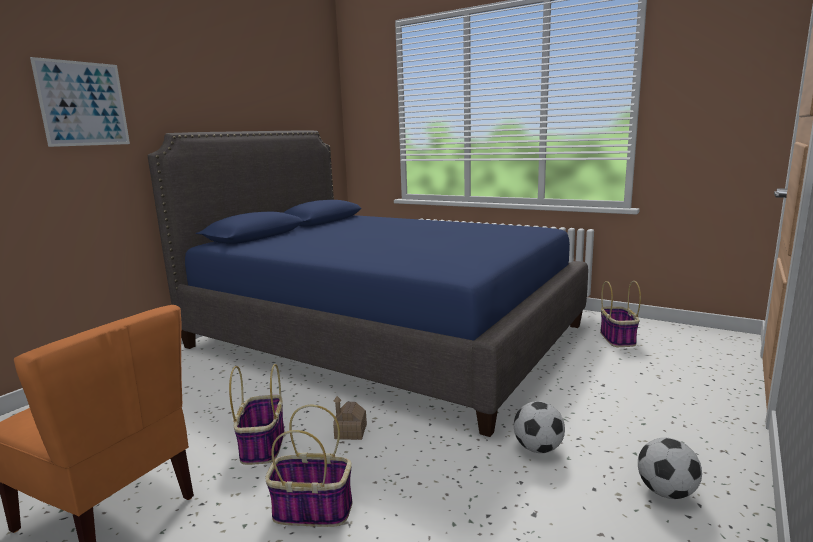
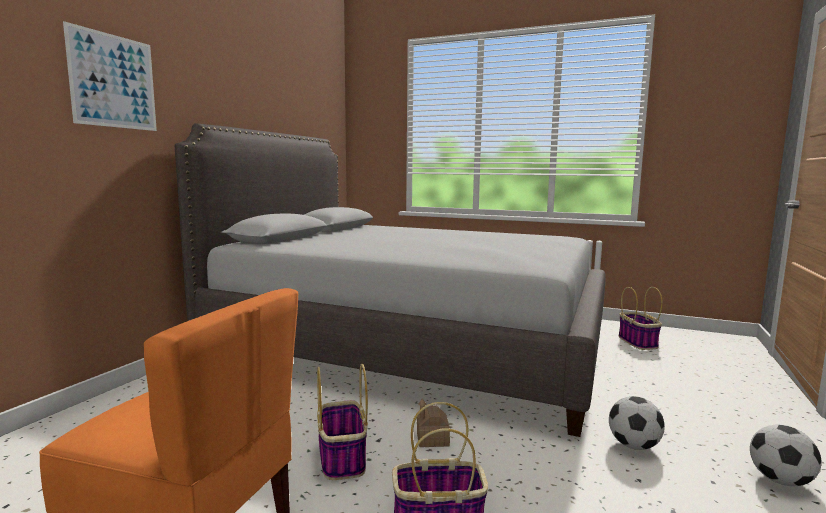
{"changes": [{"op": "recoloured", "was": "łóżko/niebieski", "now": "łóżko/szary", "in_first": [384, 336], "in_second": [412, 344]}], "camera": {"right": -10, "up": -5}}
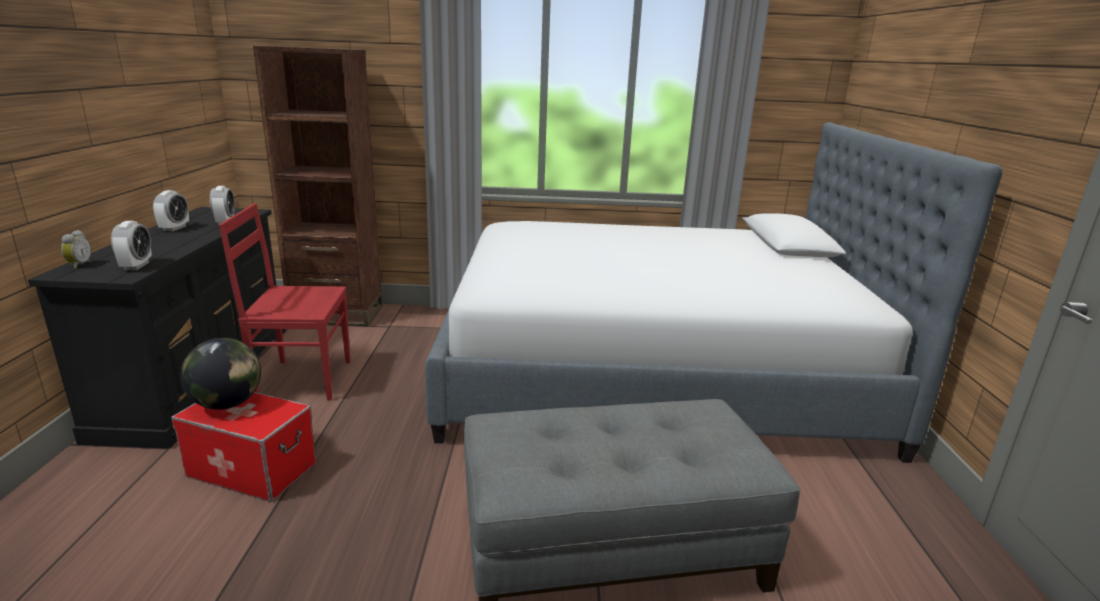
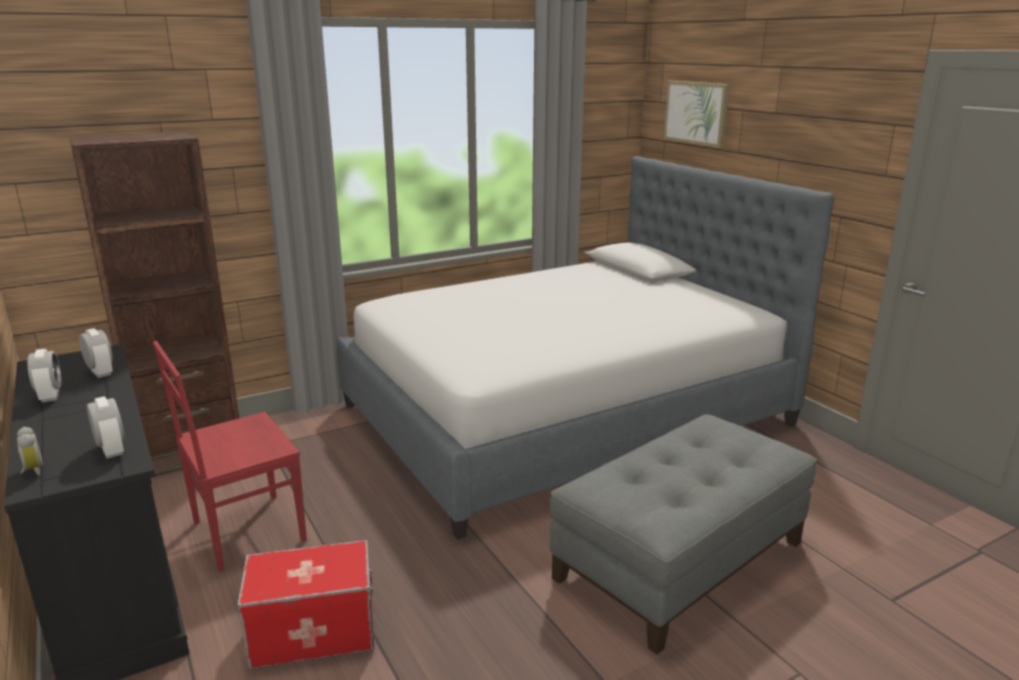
{"changes": [{"op": "removed", "was": "globus", "in_first": [227, 404]}, {"op": "added", "now": "obraz", "in_second": [696, 113]}], "camera": {"right": -30, "up": 0}}
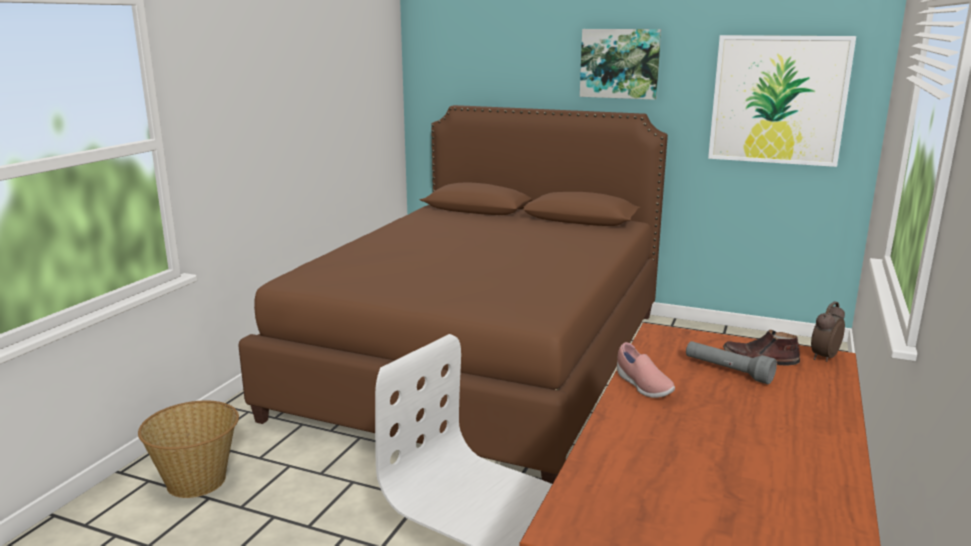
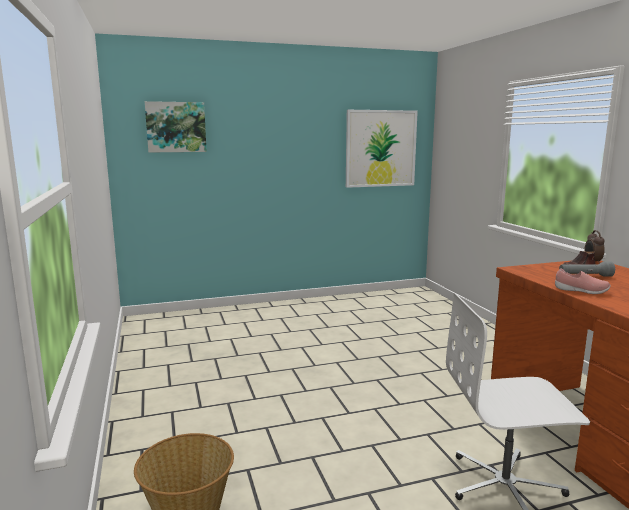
{"changes": [{"op": "removed", "was": "łóżko/brązowy", "in_first": [481, 361]}, {"op": "moved", "was": "obraz", "in_first": [619, 63], "in_second": [176, 127]}], "camera": {"right": -40, "up": -5}}
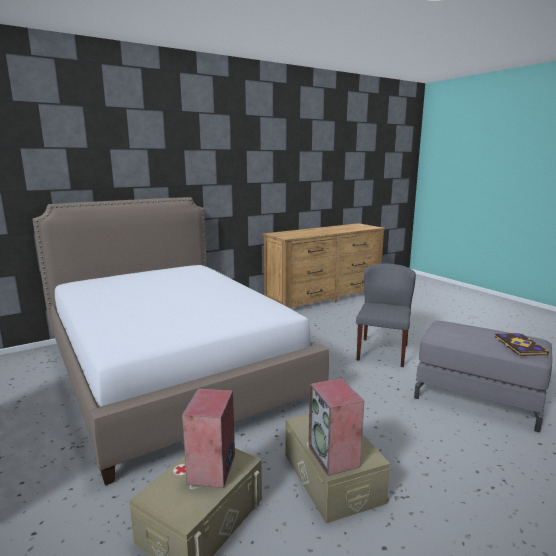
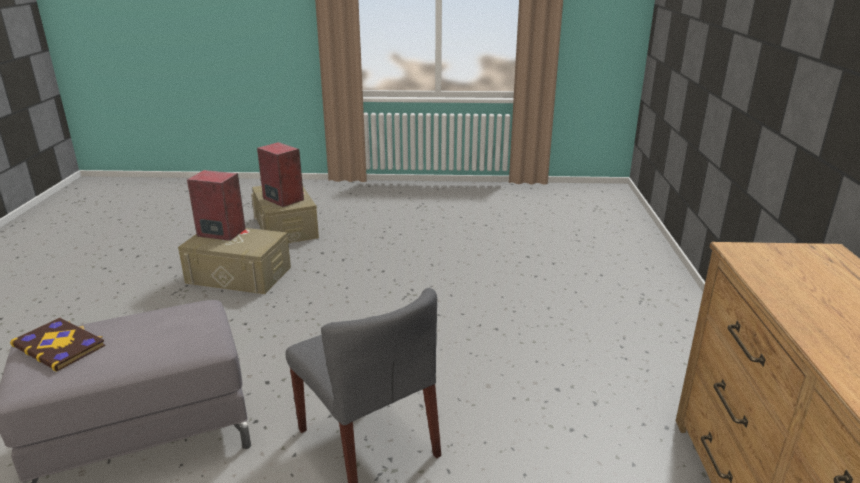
{"changes": [{"op": "removed", "was": "łóżko", "in_first": [172, 371]}], "camera": {"right": 125, "up": 10}}
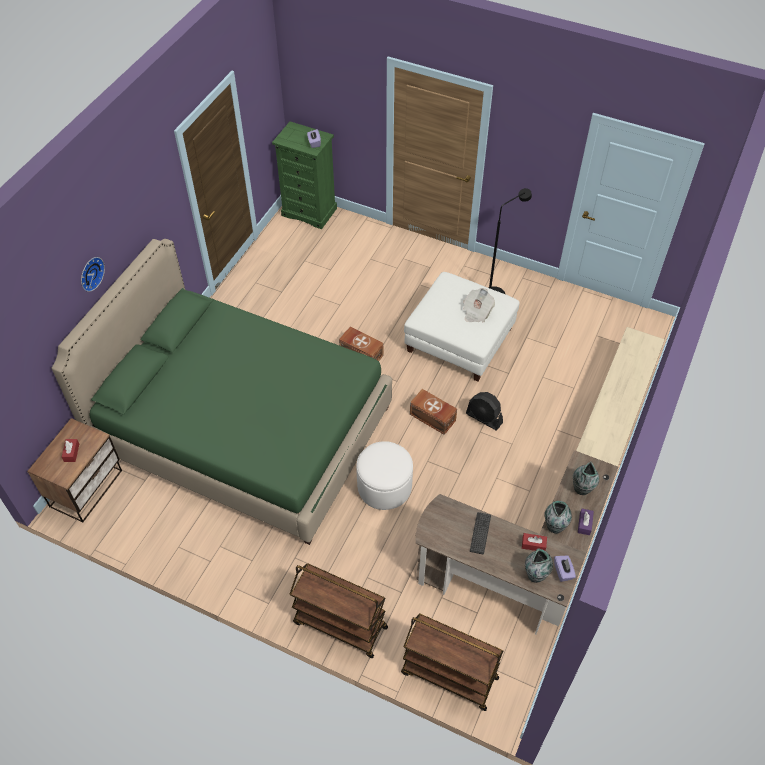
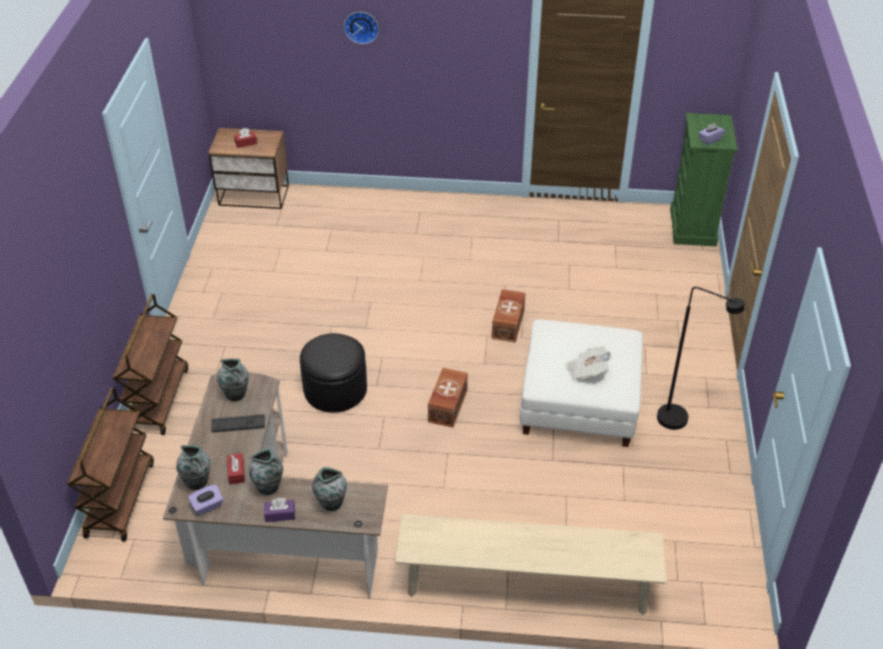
{"changes": [{"op": "removed", "was": "łóżko/zielony", "in_first": [243, 429]}, {"op": "recoloured", "was": "pufa/biały", "now": "pufa/czarny", "in_first": [384, 486], "in_second": [335, 389]}, {"op": "removed", "was": "wentylator/czarny", "in_first": [484, 418]}, {"op": "added", "now": "wazon", "in_second": [236, 394]}], "camera": {"right": 70, "up": -10}}
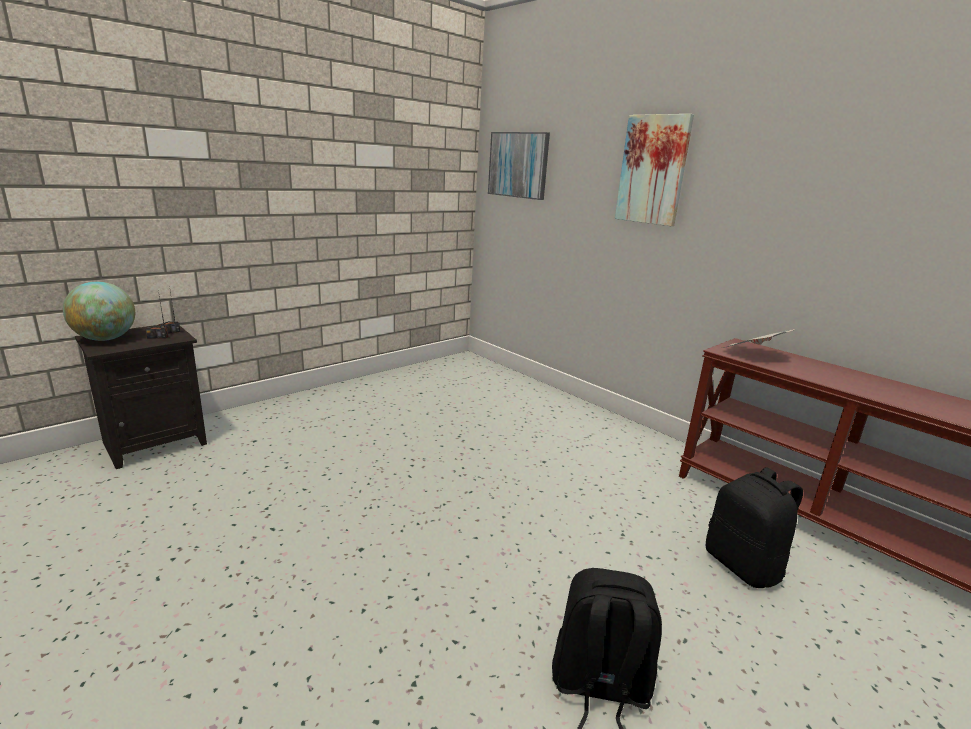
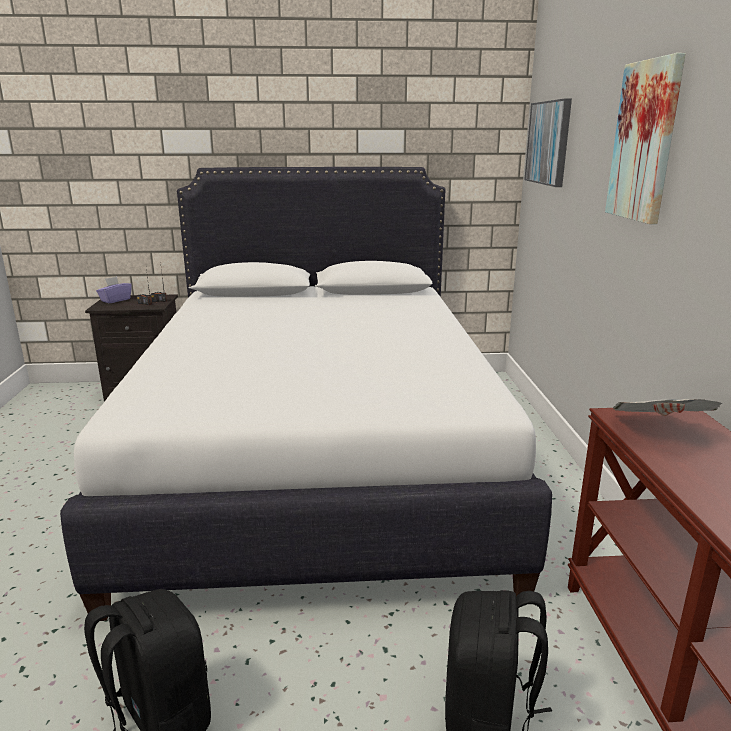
{"changes": [{"op": "replaced", "was": "globus", "now": "pudełko chusteczek/fioletowy", "in_first": [105, 339], "in_second": [115, 300]}, {"op": "added", "now": "łóżko/biały", "in_second": [316, 457]}], "camera": {"right": 40, "up": 0}}
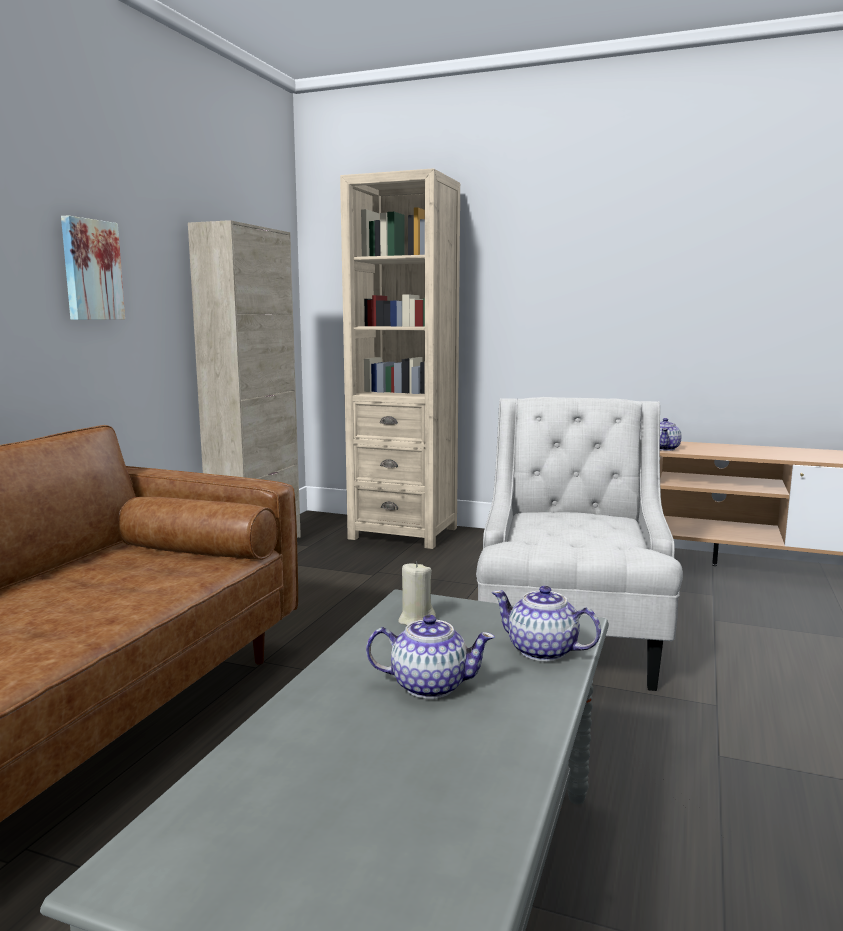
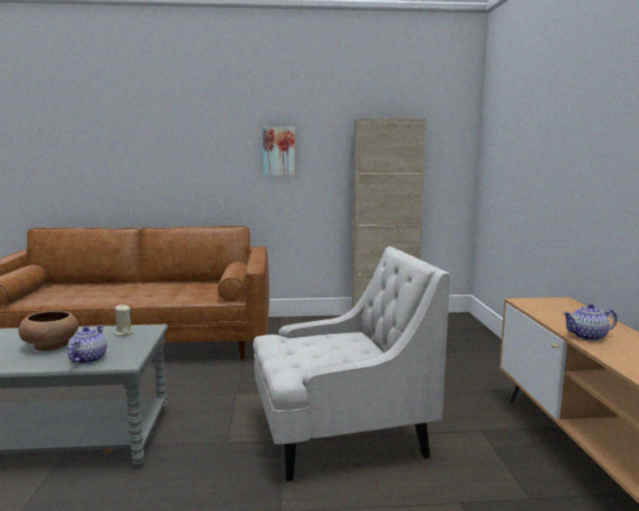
{"changes": [{"op": "removed", "was": "regał/beżowy", "in_first": [403, 533]}, {"op": "replaced", "was": "imbryk", "now": "miska/brązowy", "in_first": [428, 685], "in_second": [51, 345]}], "camera": {"right": 65, "up": 0}}
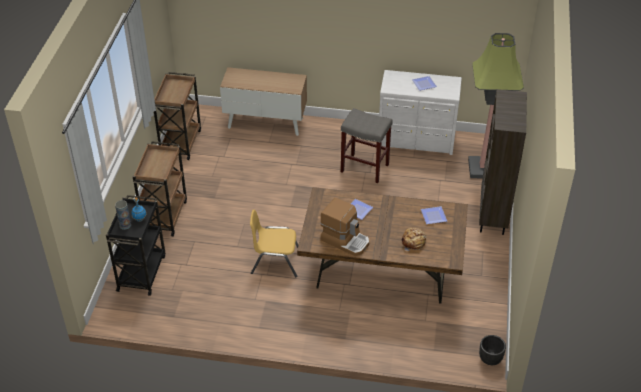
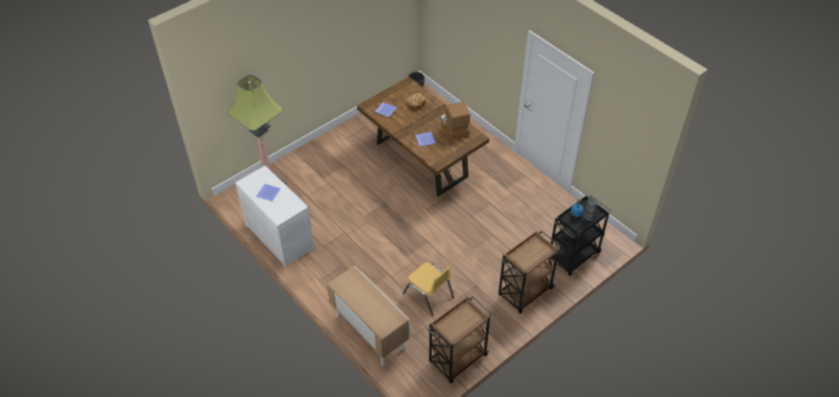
{"changes": [{"op": "moved", "was": "krzesło/żółty", "in_first": [275, 261], "in_second": [428, 295]}, {"op": "removed", "was": "stołek/szary", "in_first": [365, 168]}, {"op": "removed", "was": "regał/brązowy", "in_first": [493, 216]}], "camera": {"right": -140, "up": 5}}
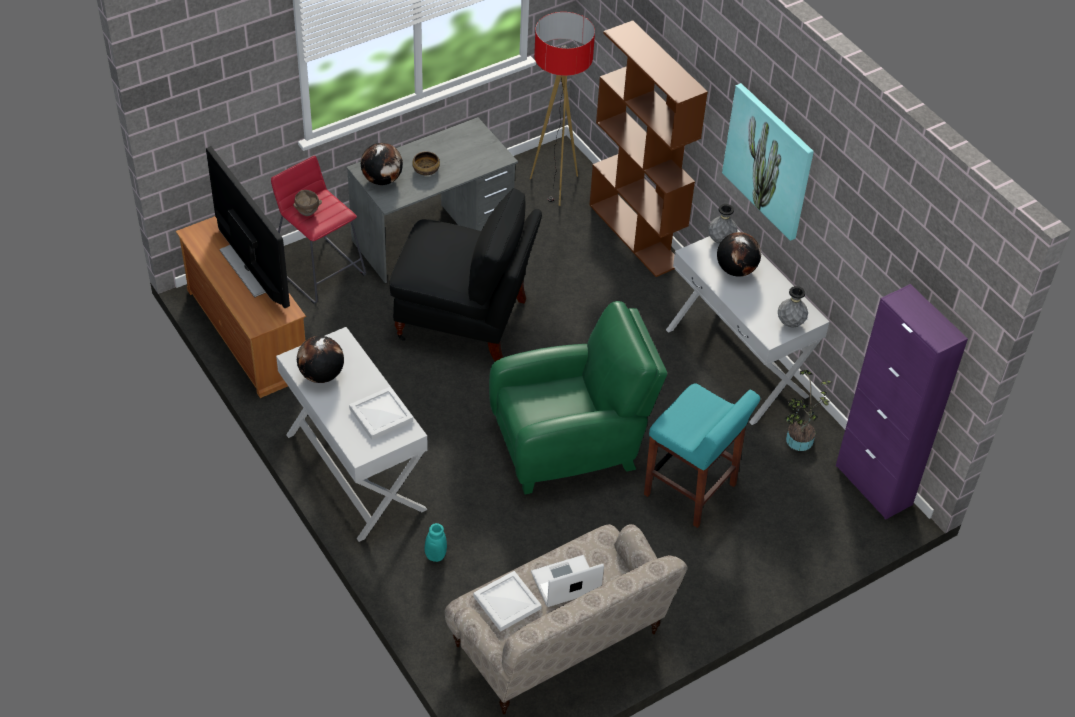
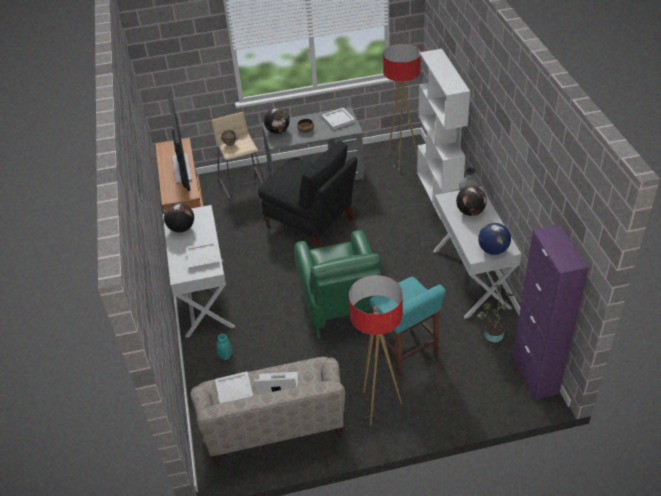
{"changes": [{"op": "recoloured", "was": "stołek/czerwony", "now": "stołek/beżowy", "in_first": [320, 270], "in_second": [243, 184]}, {"op": "turned", "was": "fotel/zielony", "in_first": [571, 444], "in_second": [341, 307], "clockwise": 75}, {"op": "recoloured", "was": "regał/brązowy", "now": "regał/biały", "in_first": [636, 235], "in_second": [438, 193]}, {"op": "removed", "was": "obraz", "in_first": [769, 161]}, {"op": "replaced", "was": "wazon/szary", "now": "globus", "in_first": [790, 323], "in_second": [493, 250]}, {"op": "added", "now": "taca/biały", "in_second": [338, 120]}, {"op": "added", "now": "lampa stojąca", "in_second": [378, 407]}], "camera": {"right": 25, "up": -5}}
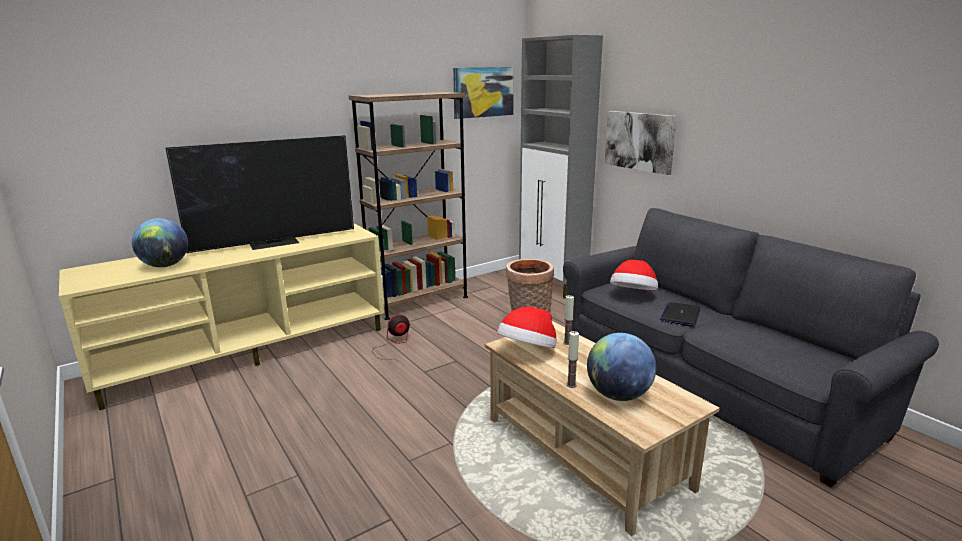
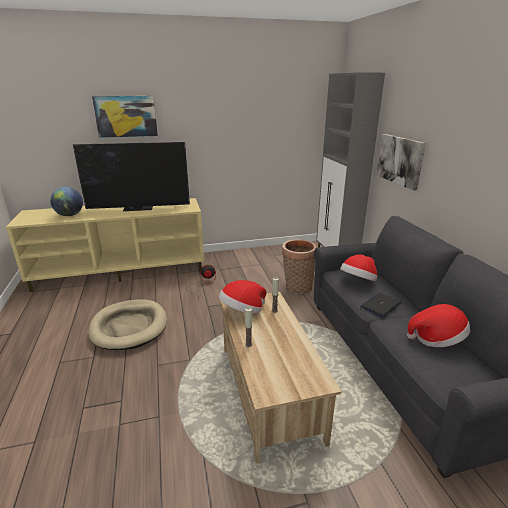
{"changes": [{"op": "removed", "was": "regał/brązowy", "in_first": [419, 301]}, {"op": "moved", "was": "obraz", "in_first": [483, 92], "in_second": [126, 116]}, {"op": "removed", "was": "globus", "in_first": [618, 395]}, {"op": "added", "now": "legowisko/beżowy", "in_second": [129, 327]}, {"op": "added", "now": "kapelusz", "in_second": [436, 339]}], "camera": {"right": 20, "up": 5}}
